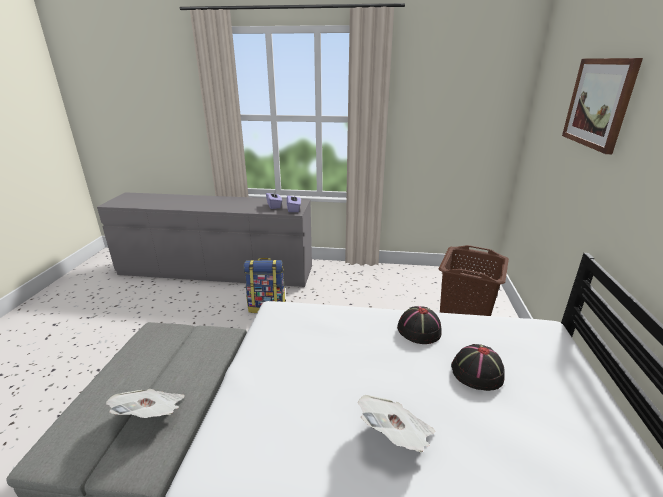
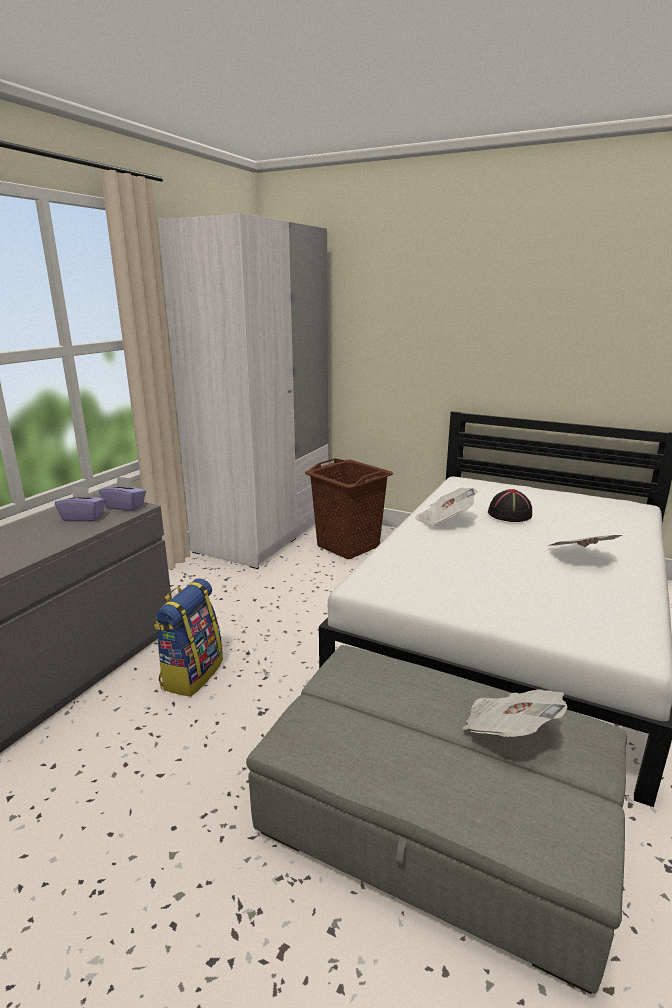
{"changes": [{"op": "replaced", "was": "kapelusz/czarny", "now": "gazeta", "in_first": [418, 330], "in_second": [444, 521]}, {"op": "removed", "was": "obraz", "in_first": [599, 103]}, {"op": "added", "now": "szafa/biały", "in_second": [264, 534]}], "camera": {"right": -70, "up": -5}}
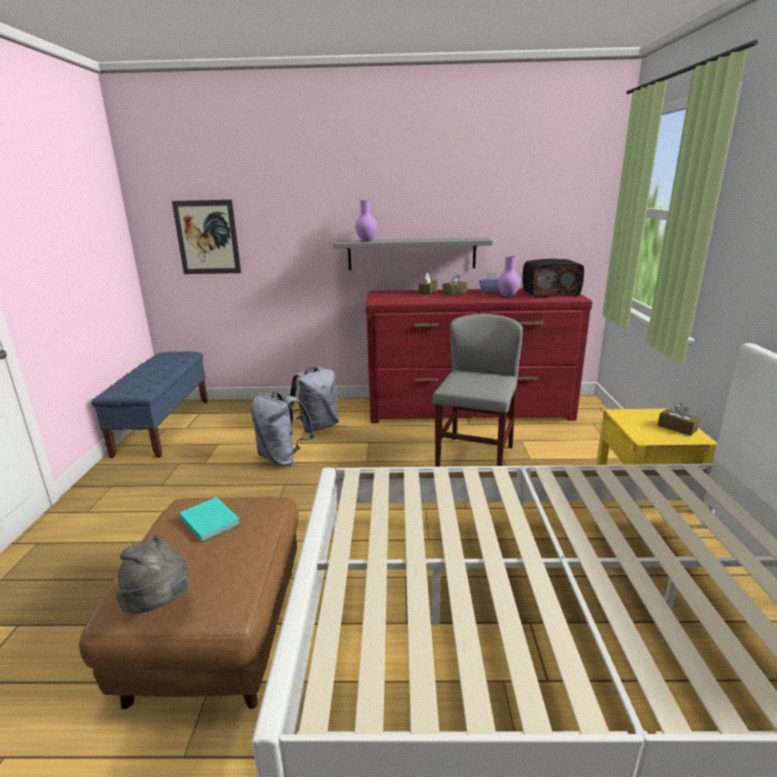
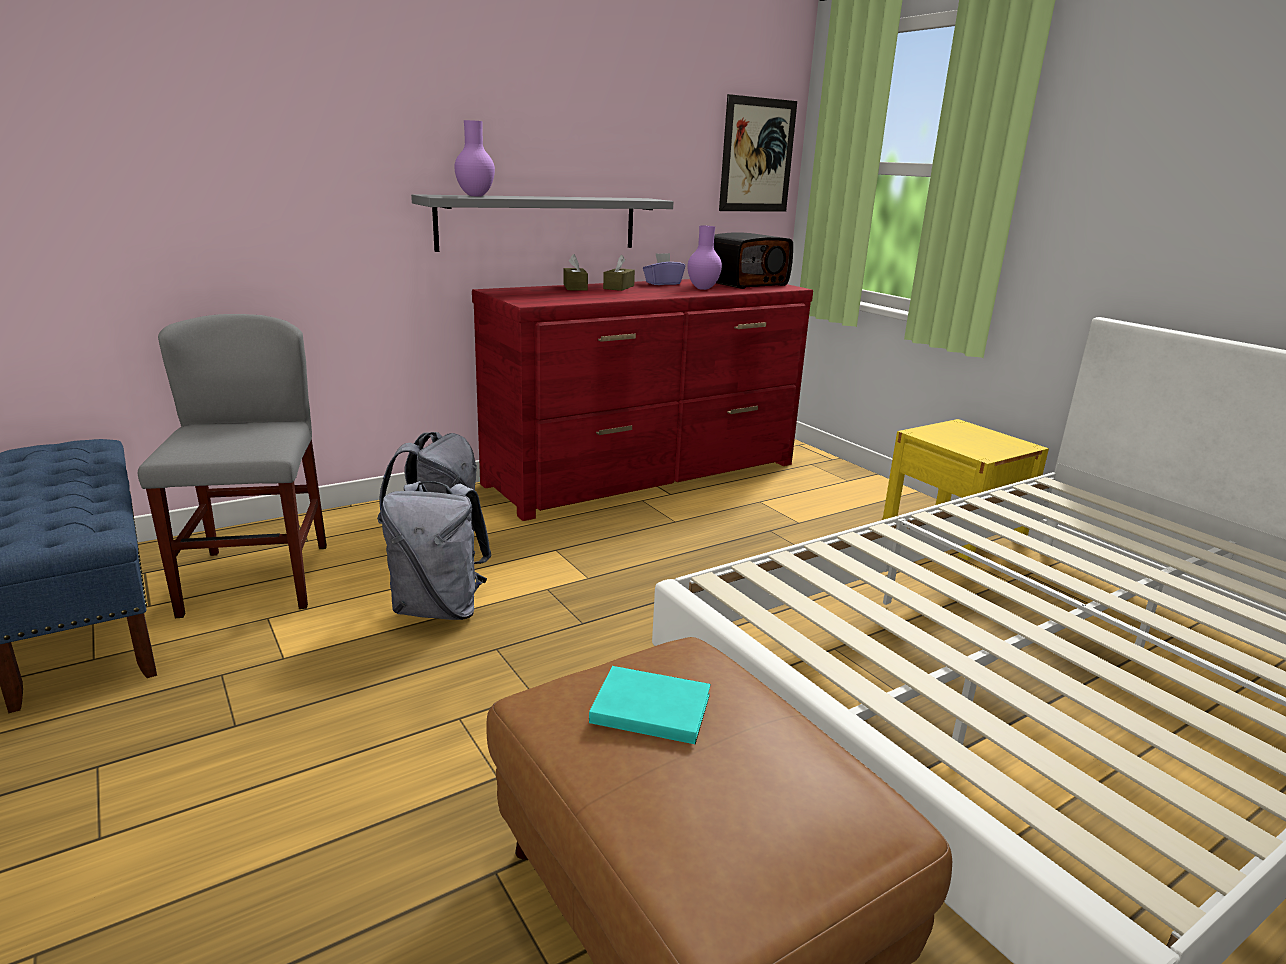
{"changes": [{"op": "removed", "was": "kapelusz/szary", "in_first": [161, 605]}, {"op": "moved", "was": "obraz", "in_first": [207, 237], "in_second": [757, 155]}, {"op": "moved", "was": "krzesło/szary", "in_first": [475, 458], "in_second": [257, 579]}, {"op": "removed", "was": "pudełko chusteczek/brązowy", "in_first": [677, 428]}], "camera": {"right": -35, "up": 0}}
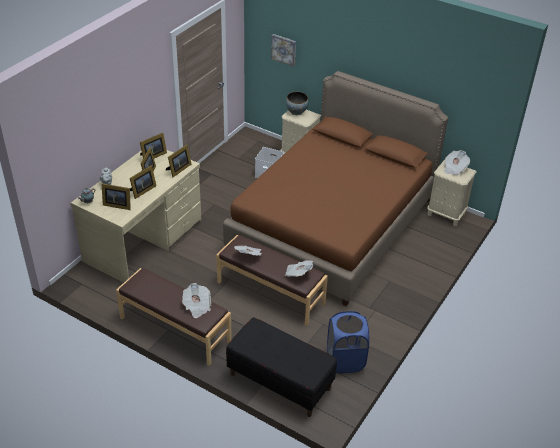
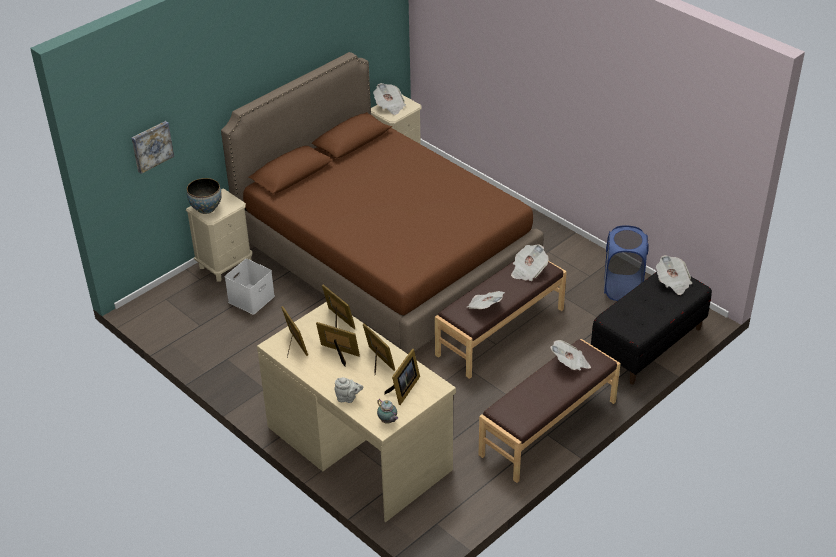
{"changes": [{"op": "added", "now": "gazeta", "in_second": [673, 282]}], "camera": {"right": -75, "up": 0}}
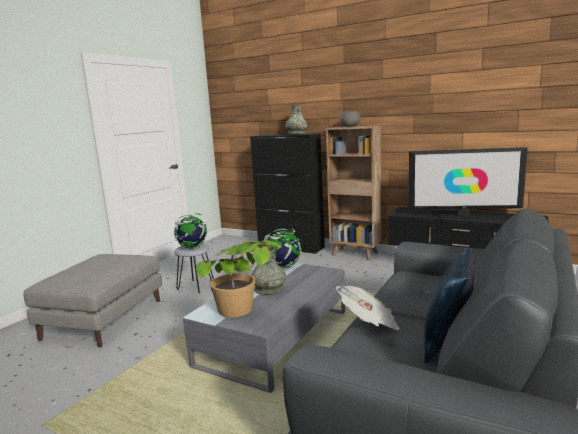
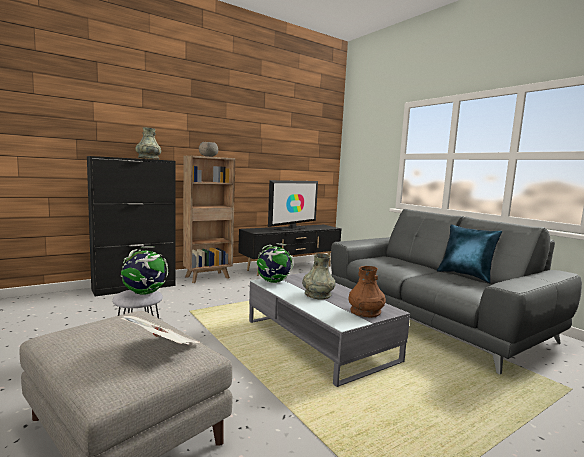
{"changes": [{"op": "replaced", "was": "roślina doniczkowa", "now": "wazon/brązowy", "in_first": [243, 316], "in_second": [365, 311]}, {"op": "moved", "was": "gazeta", "in_first": [368, 322], "in_second": [162, 349]}], "camera": {"right": -65, "up": -5}}
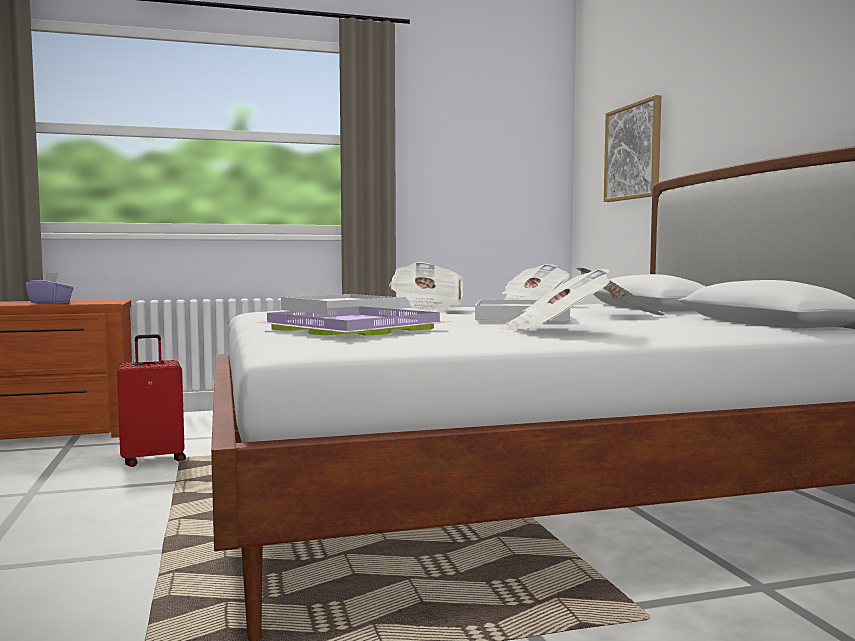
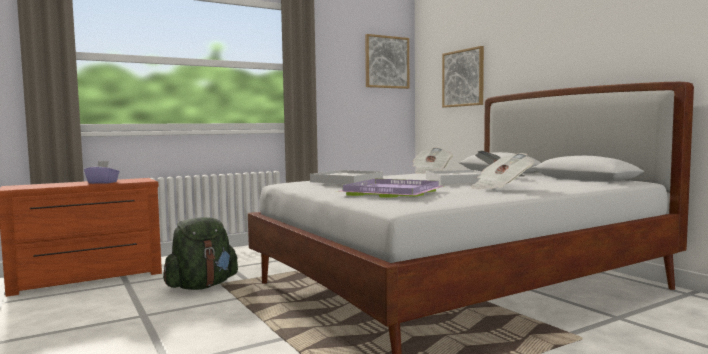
{"changes": [{"op": "replaced", "was": "walizka/czerwony", "now": "plecak/zielony", "in_first": [153, 459], "in_second": [202, 286]}, {"op": "removed", "was": "gazeta", "in_first": [427, 308]}, {"op": "added", "now": "obraz", "in_second": [386, 62]}], "camera": {"right": -15, "up": 0}}
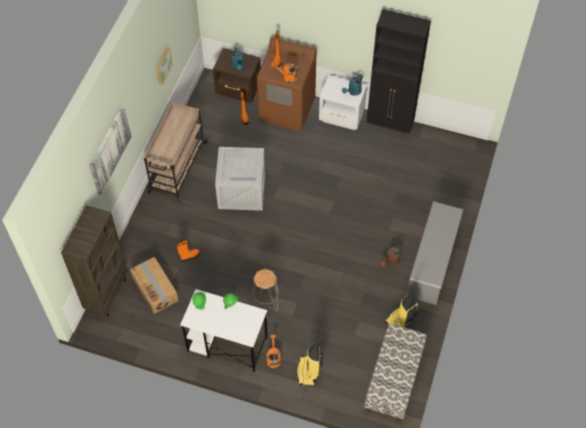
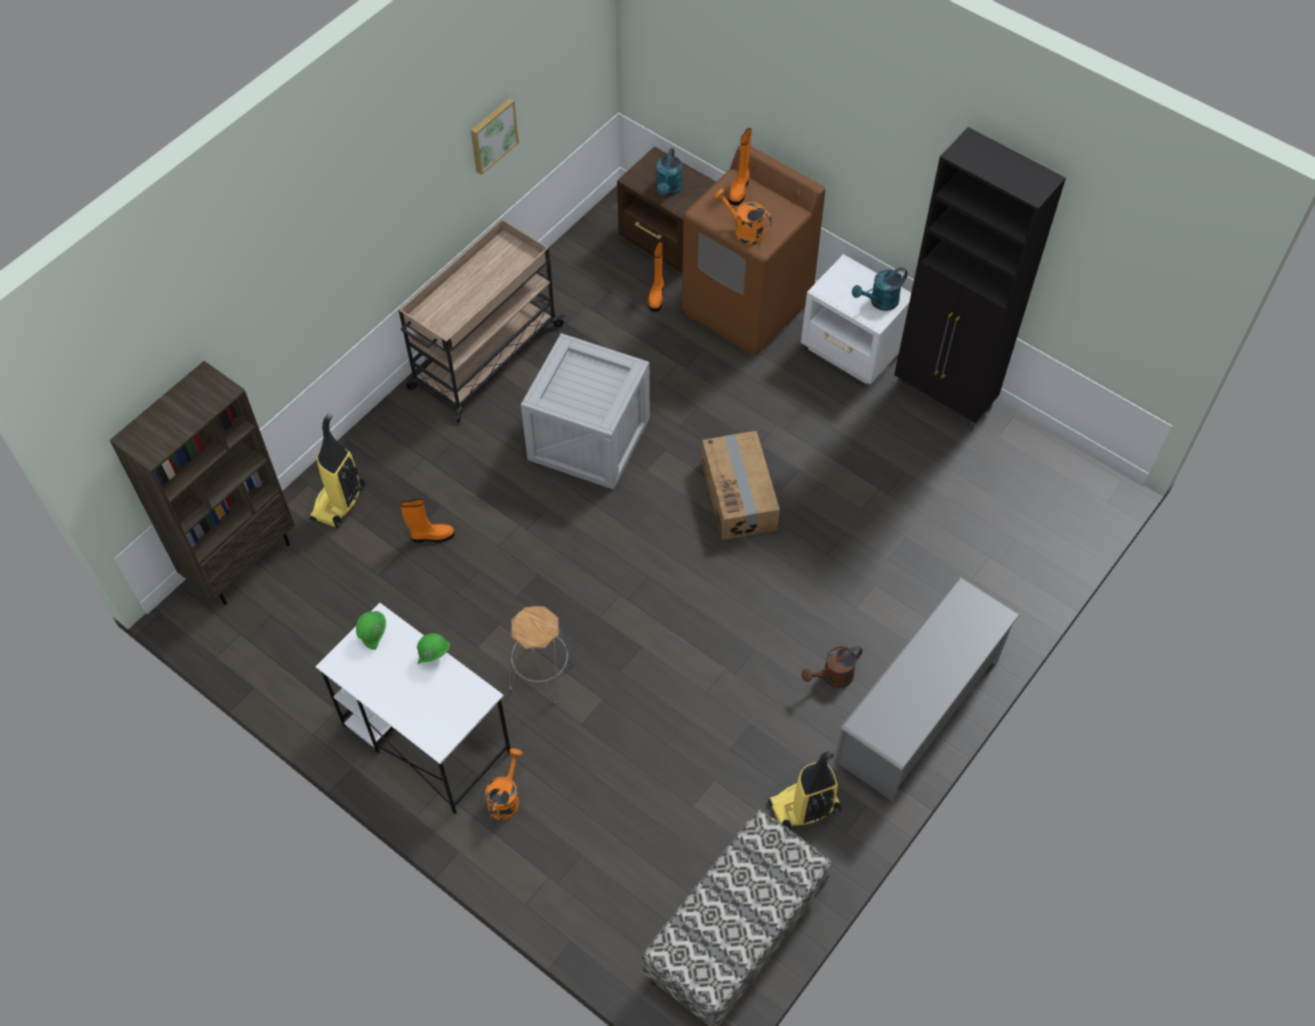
{"changes": [{"op": "removed", "was": "obraz", "in_first": [110, 150]}, {"op": "moved", "was": "karton", "in_first": [155, 289], "in_second": [739, 495]}, {"op": "moved", "was": "odkurzacz", "in_first": [308, 372], "in_second": [339, 503]}], "camera": {"right": 20, "up": 0}}
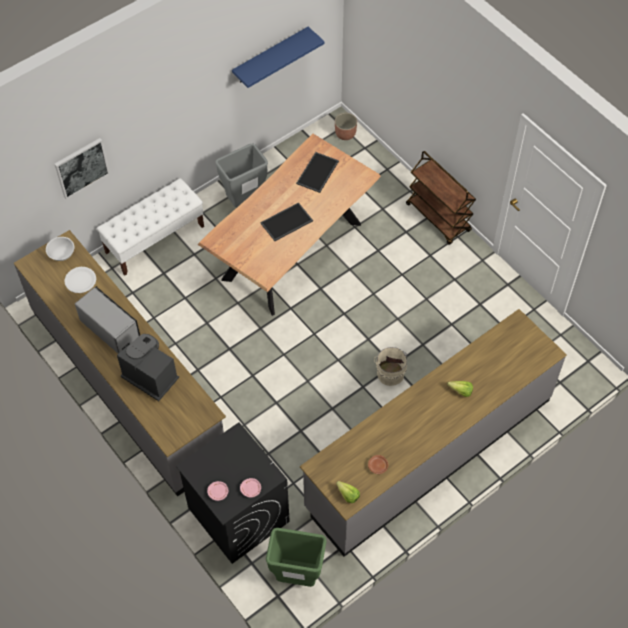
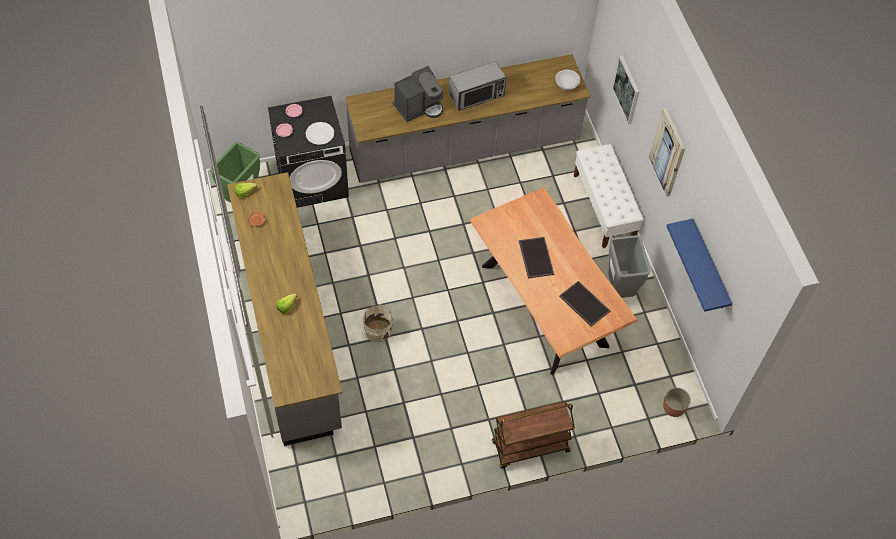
{"changes": [{"op": "moved", "was": "talerz/biały", "in_first": [80, 280], "in_second": [320, 134]}, {"op": "added", "now": "obraz", "in_second": [668, 152]}], "camera": {"right": 110, "up": 0}}
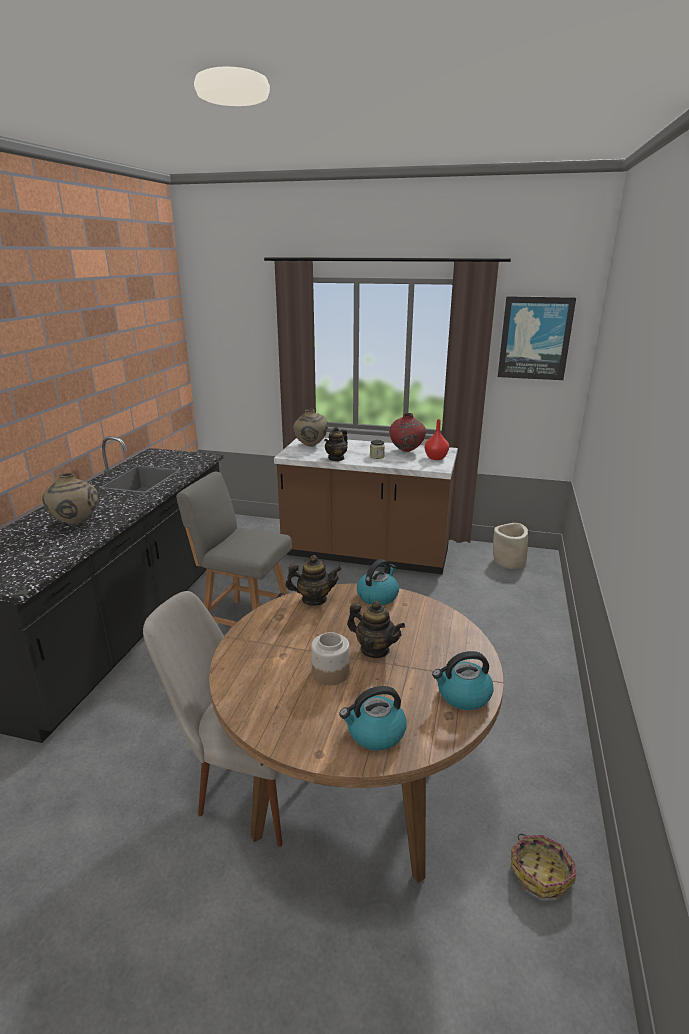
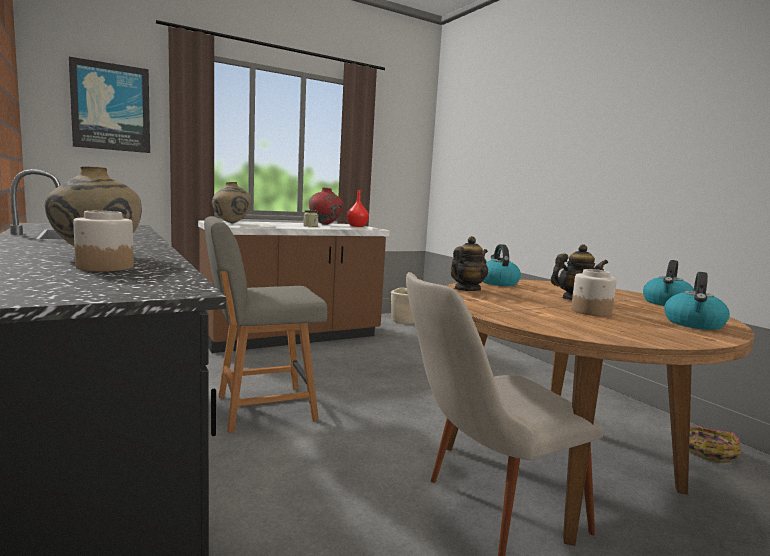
{"changes": [{"op": "removed", "was": "imbryk", "in_first": [336, 458]}, {"op": "moved", "was": "obraz", "in_first": [535, 338], "in_second": [111, 107]}, {"op": "added", "now": "słoik", "in_second": [104, 267]}], "camera": {"right": -45, "up": -15}}
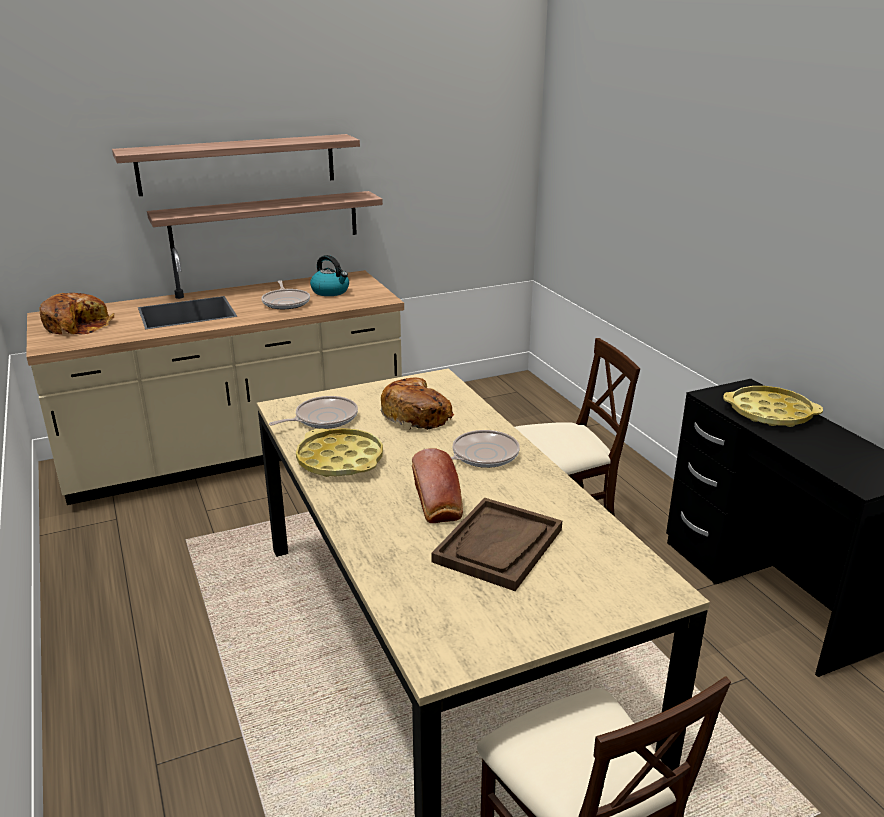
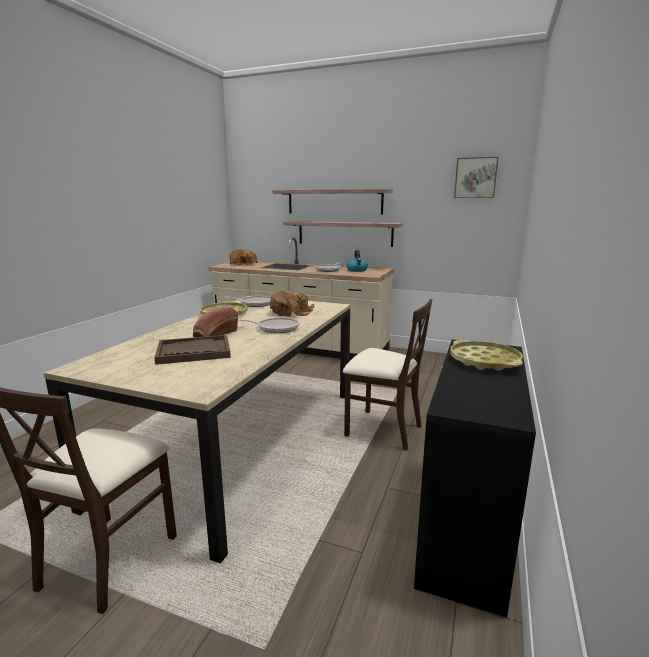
{"changes": [{"op": "added", "now": "obraz", "in_second": [475, 178]}], "camera": {"right": 45, "up": -10}}
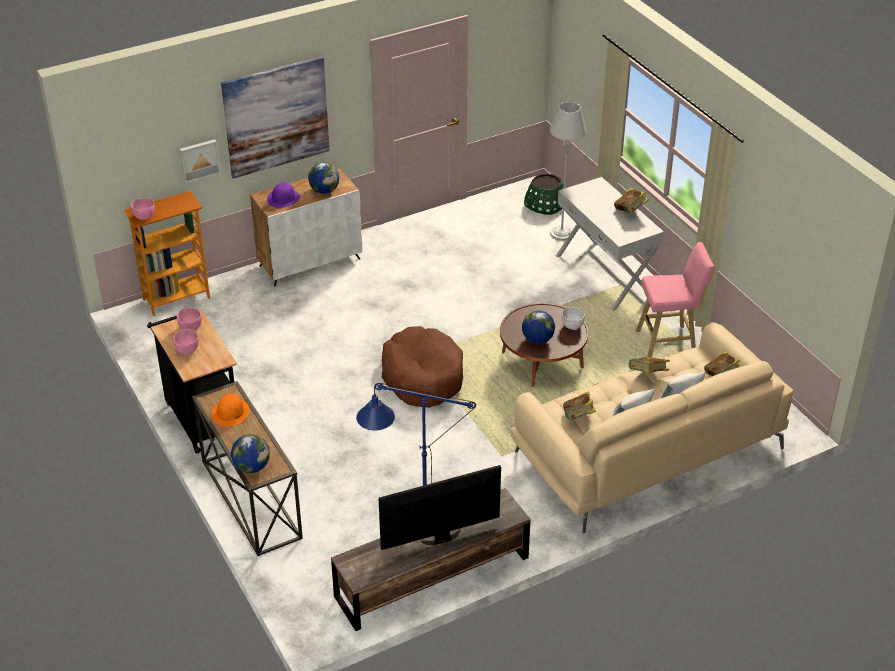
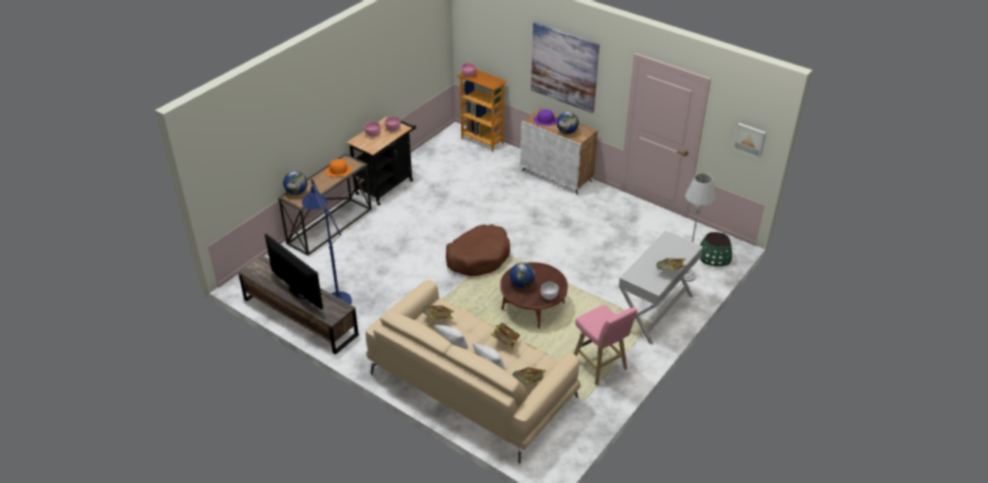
{"changes": [{"op": "moved", "was": "obraz", "in_first": [199, 159], "in_second": [750, 139]}], "camera": {"right": 65, "up": 0}}
